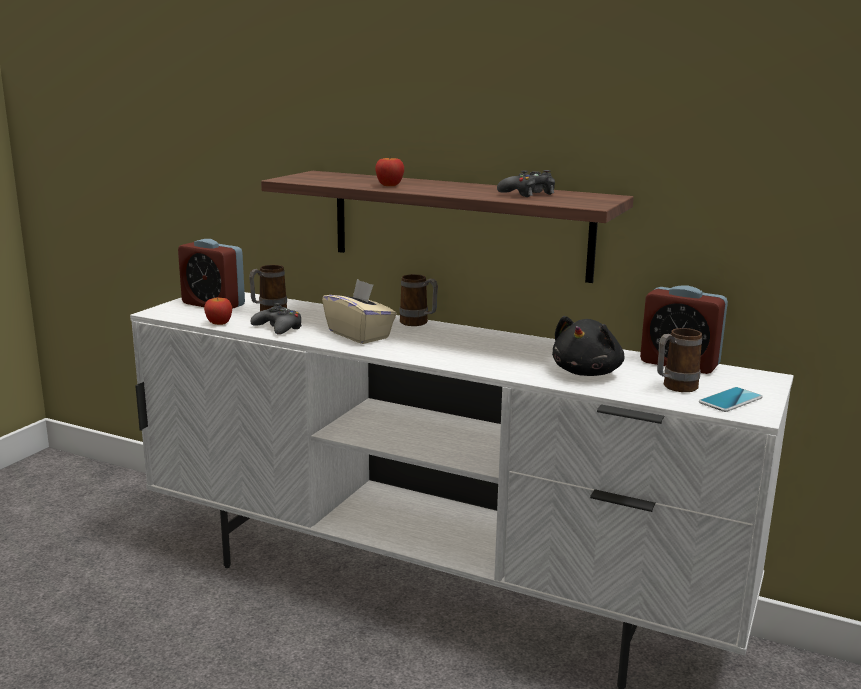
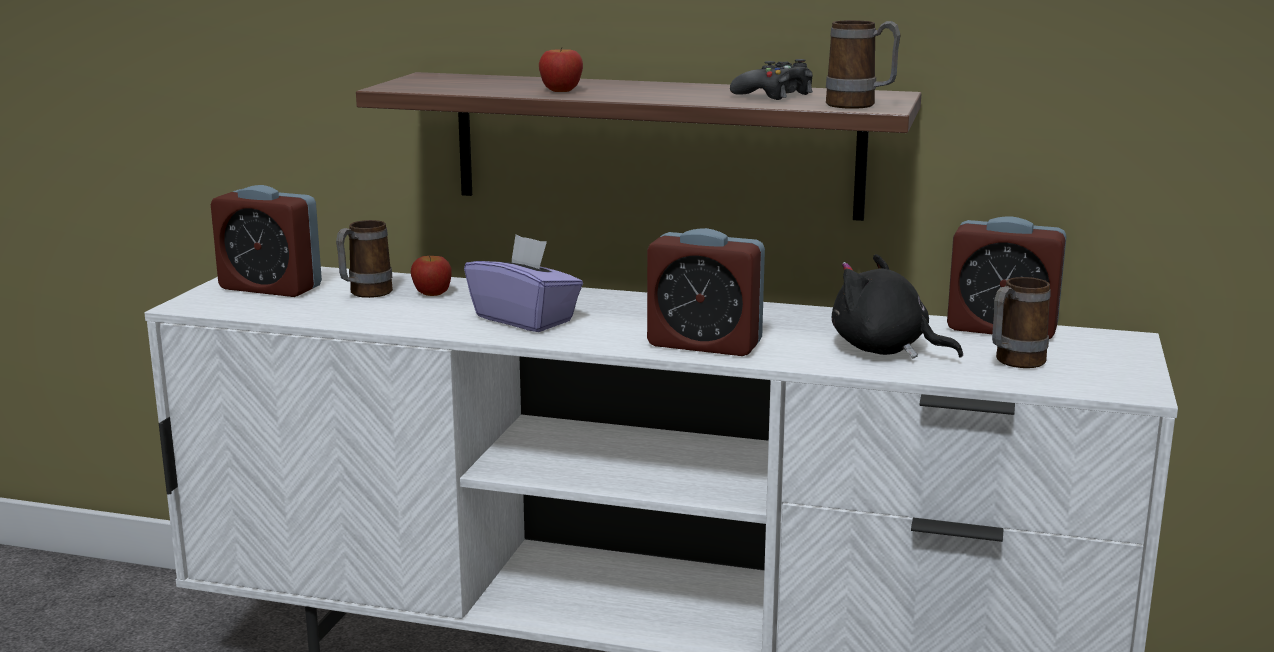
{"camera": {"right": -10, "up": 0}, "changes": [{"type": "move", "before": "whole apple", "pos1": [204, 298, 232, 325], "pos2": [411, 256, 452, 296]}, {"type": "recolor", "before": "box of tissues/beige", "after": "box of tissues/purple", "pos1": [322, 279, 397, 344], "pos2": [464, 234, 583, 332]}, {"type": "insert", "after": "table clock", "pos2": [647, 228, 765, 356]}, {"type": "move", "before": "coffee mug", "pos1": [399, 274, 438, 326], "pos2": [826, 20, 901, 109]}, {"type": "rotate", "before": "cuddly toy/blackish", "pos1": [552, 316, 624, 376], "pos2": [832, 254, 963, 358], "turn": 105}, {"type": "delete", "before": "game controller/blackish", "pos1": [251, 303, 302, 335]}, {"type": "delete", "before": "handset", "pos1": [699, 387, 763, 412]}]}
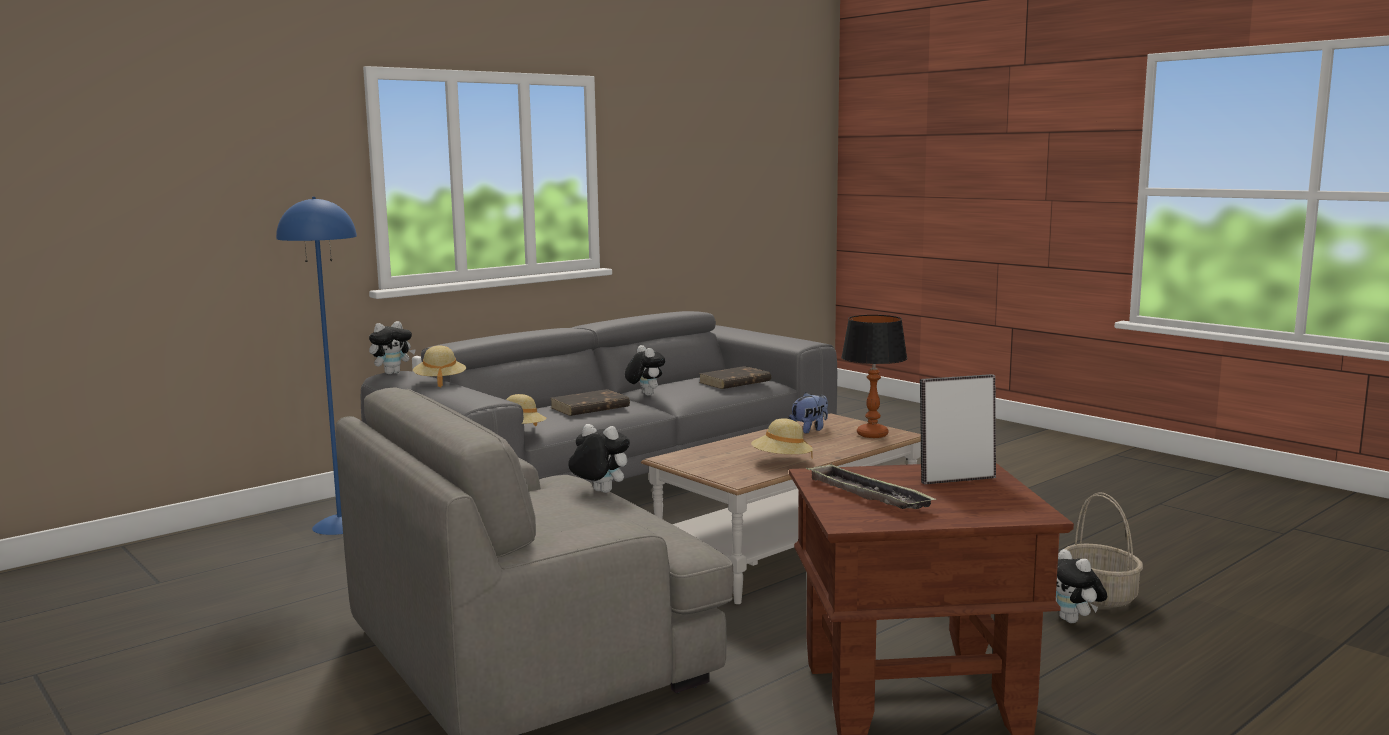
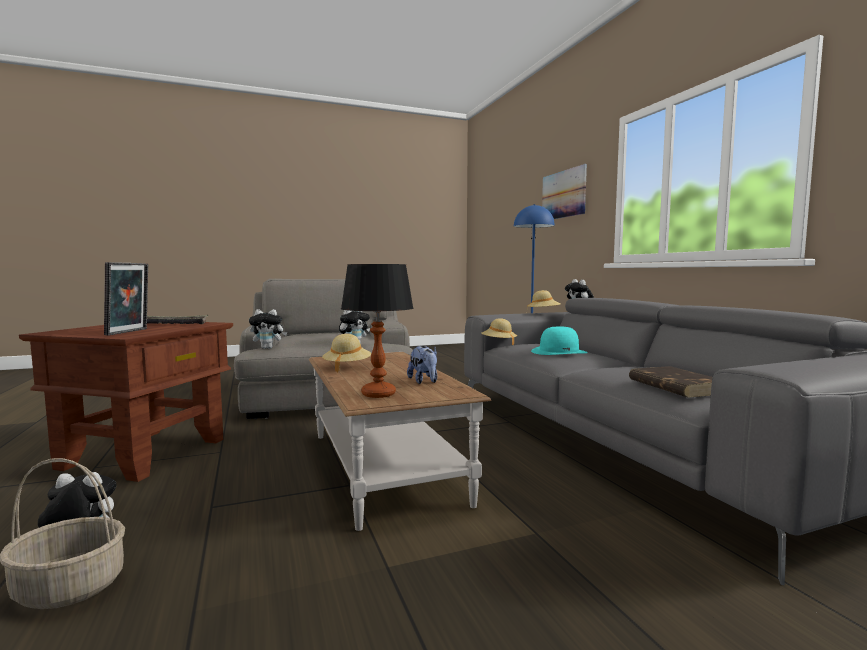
{"camera": {"right": 110, "up": -5}, "changes": [{"type": "move", "before": "cuddly toy", "pos1": [625, 345, 665, 396], "pos2": [249, 309, 287, 349]}, {"type": "replace", "before": "bound book/brown", "after": "clothing hat/turquoise-coloured", "pos1": [551, 389, 630, 416], "pos2": [531, 326, 588, 355]}, {"type": "insert", "after": "wall picture", "pos2": [542, 164, 587, 219]}]}
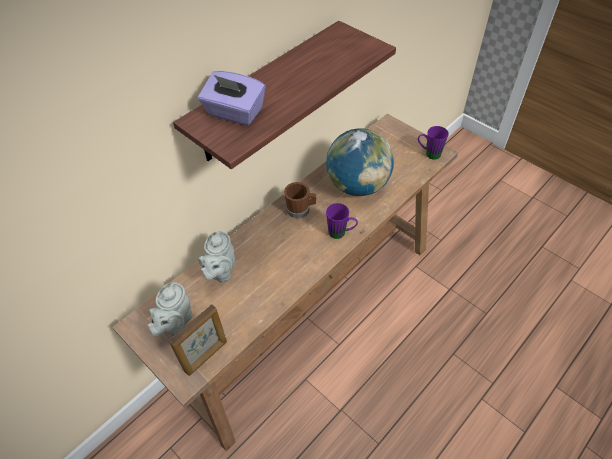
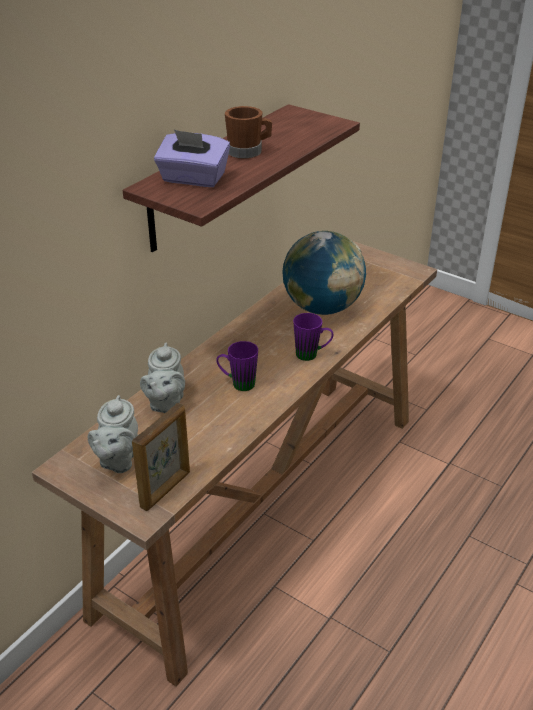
{"camera": {"right": -10, "up": -15}, "changes": [{"type": "move", "before": "coffee mug/purple", "pos1": [418, 126, 449, 160], "pos2": [216, 341, 258, 391]}, {"type": "move", "before": "coffee mug/brown", "pos1": [284, 182, 316, 218], "pos2": [225, 106, 272, 159]}]}
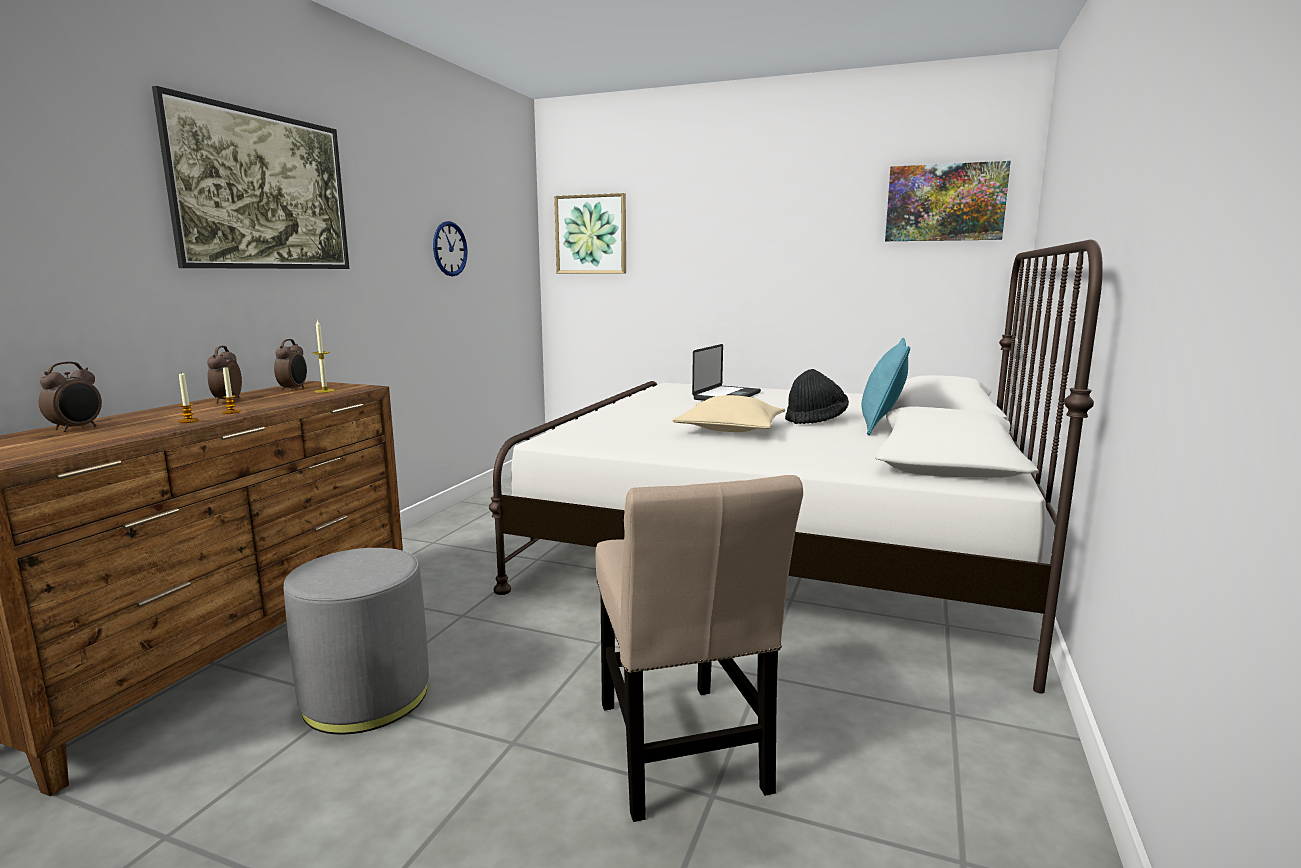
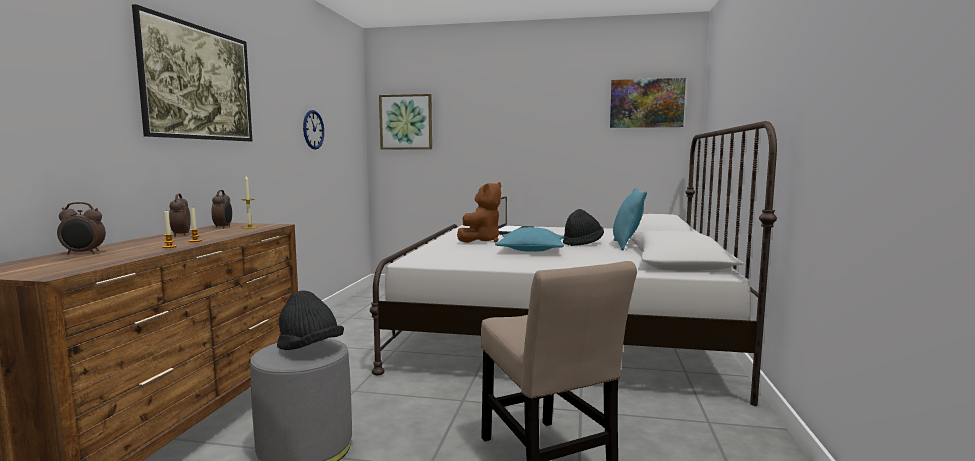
{"camera": {"right": -10, "up": -5}, "changes": [{"type": "rotate", "before": "table clock", "pos1": [39, 362, 102, 432], "pos2": [57, 202, 106, 254], "turn": 75}, {"type": "insert", "after": "clothing hat/blackish", "pos2": [277, 290, 344, 350]}, {"type": "insert", "after": "cuddly toy/brown", "pos2": [457, 182, 501, 243]}, {"type": "recolor", "before": "throw pillow/beige", "after": "throw pillow/turquoise-coloured", "pos1": [672, 395, 785, 432], "pos2": [495, 227, 565, 252]}]}
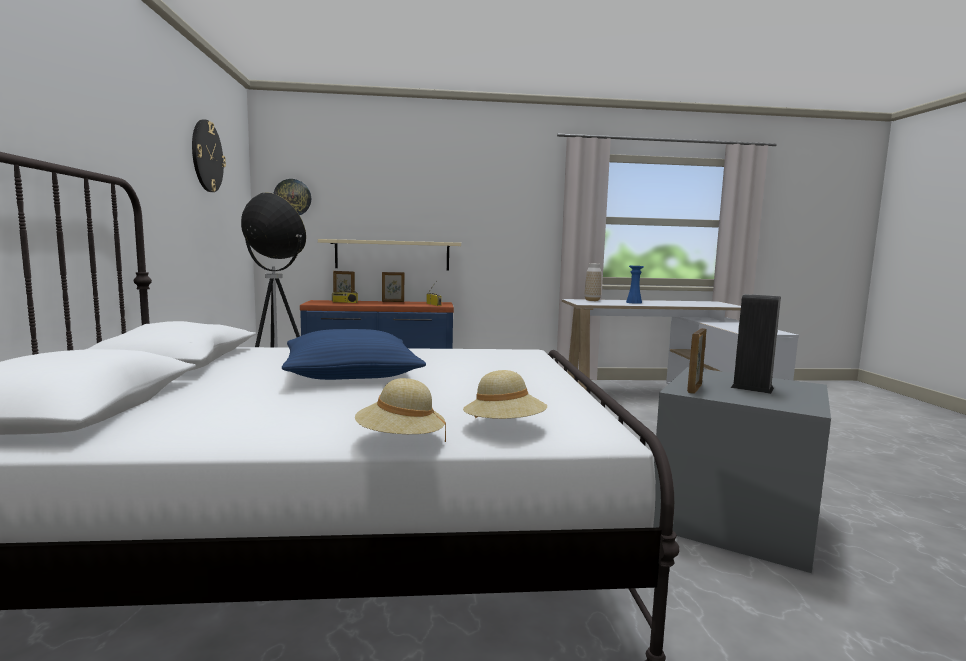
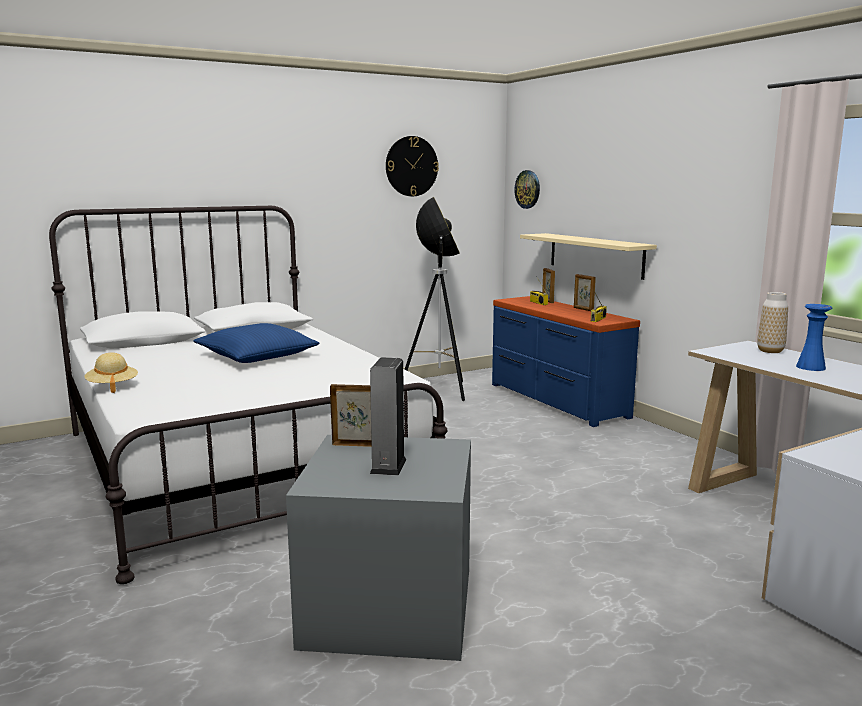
{"camera": {"right": 65, "up": 5}, "changes": [{"type": "delete", "before": "clothing hat/beige", "pos1": [463, 370, 547, 419]}]}
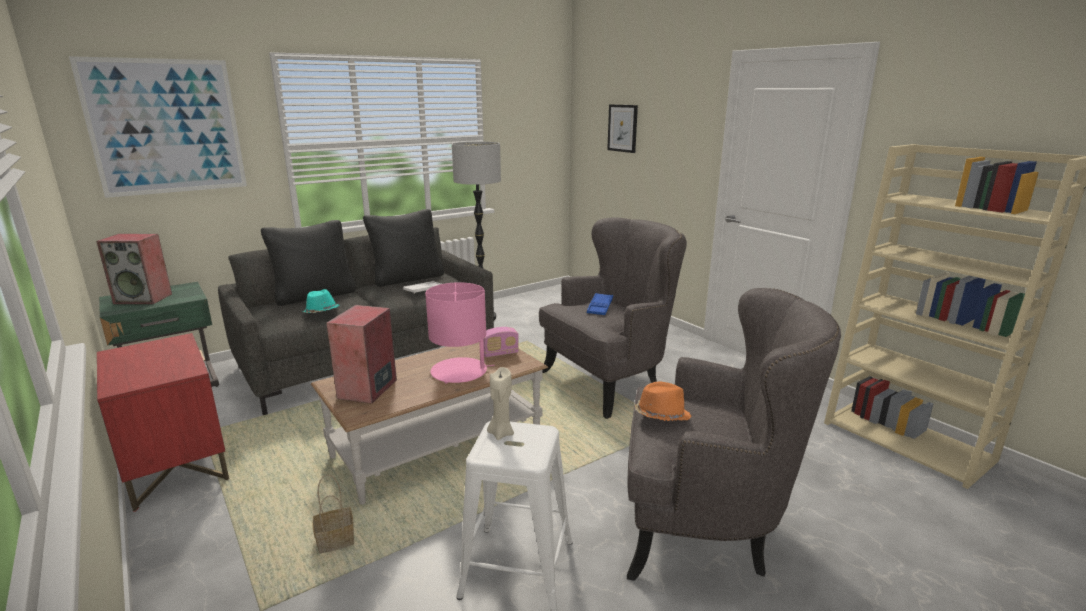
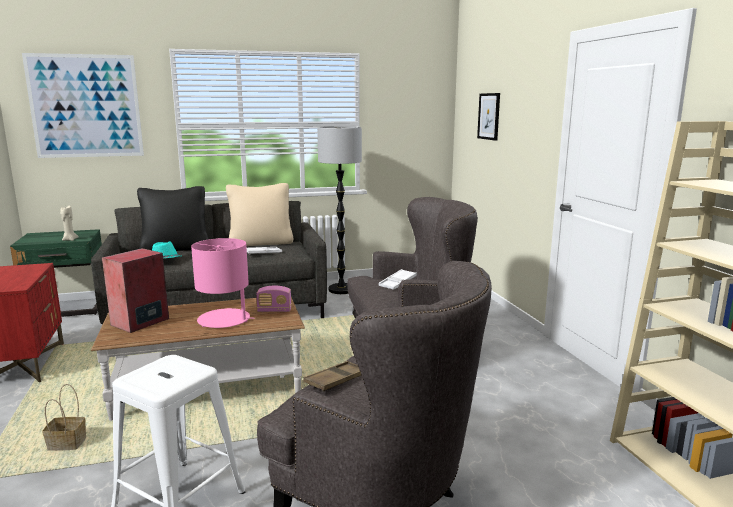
{"camera": {"right": 20, "up": -5}, "changes": [{"type": "move", "before": "wax candle/beige", "pos1": [487, 367, 514, 440], "pos2": [60, 206, 79, 241]}, {"type": "recolor", "before": "throw pillow/blackish", "after": "throw pillow/beige", "pos1": [363, 209, 444, 287], "pos2": [226, 183, 293, 246]}, {"type": "replace", "before": "clothing hat/orangey", "after": "tray/brown", "pos1": [635, 382, 691, 421], "pos2": [303, 361, 361, 392]}, {"type": "recolor", "before": "tray/bluish", "after": "tray/white-coloured", "pos1": [587, 293, 613, 315], "pos2": [378, 269, 417, 290]}, {"type": "delete", "before": "loudspeaker", "pos1": [96, 234, 172, 304]}]}
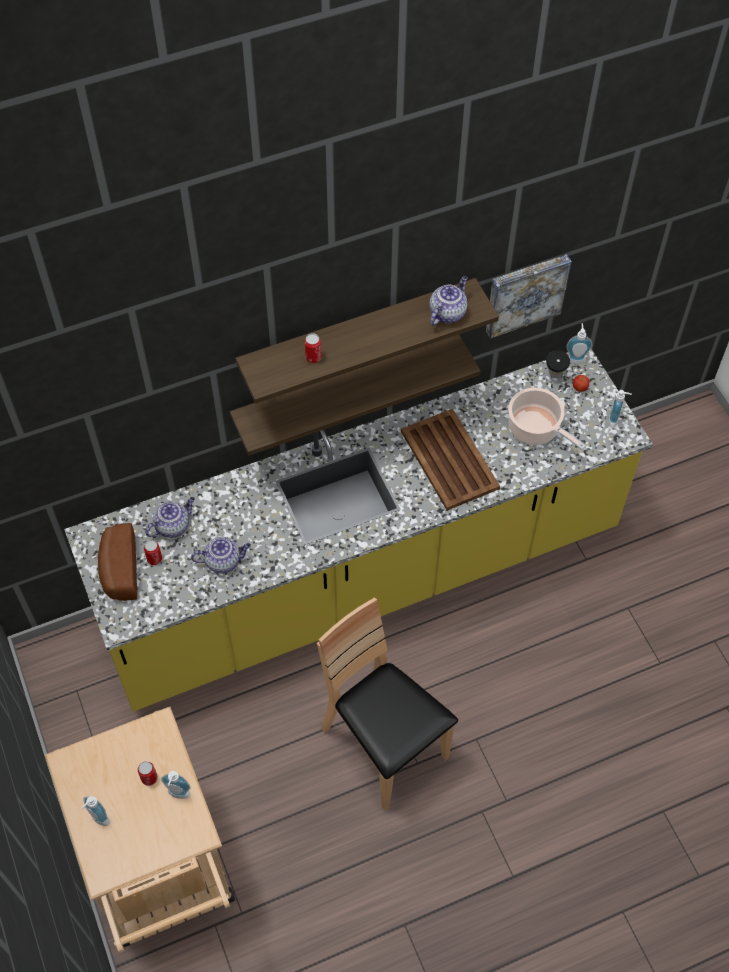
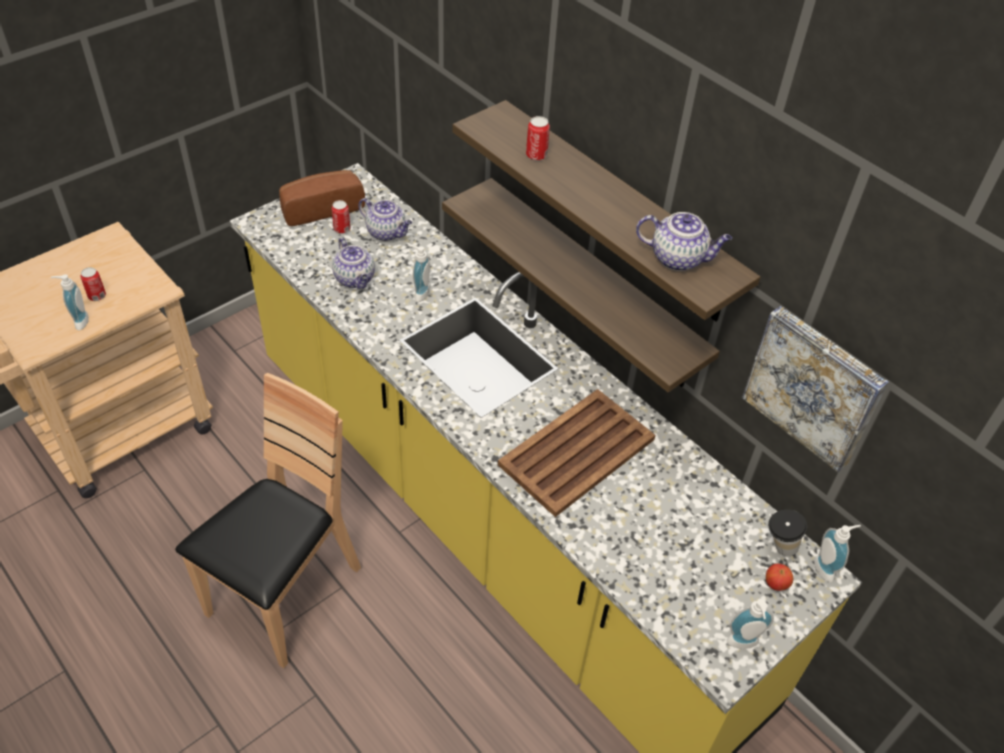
{"camera": {"right": 70, "up": -10}, "changes": [{"type": "move", "before": "soap bottle", "pos1": [81, 796, 110, 826], "pos2": [409, 245, 430, 302]}, {"type": "delete", "before": "stockpot", "pos1": [508, 388, 586, 450]}]}
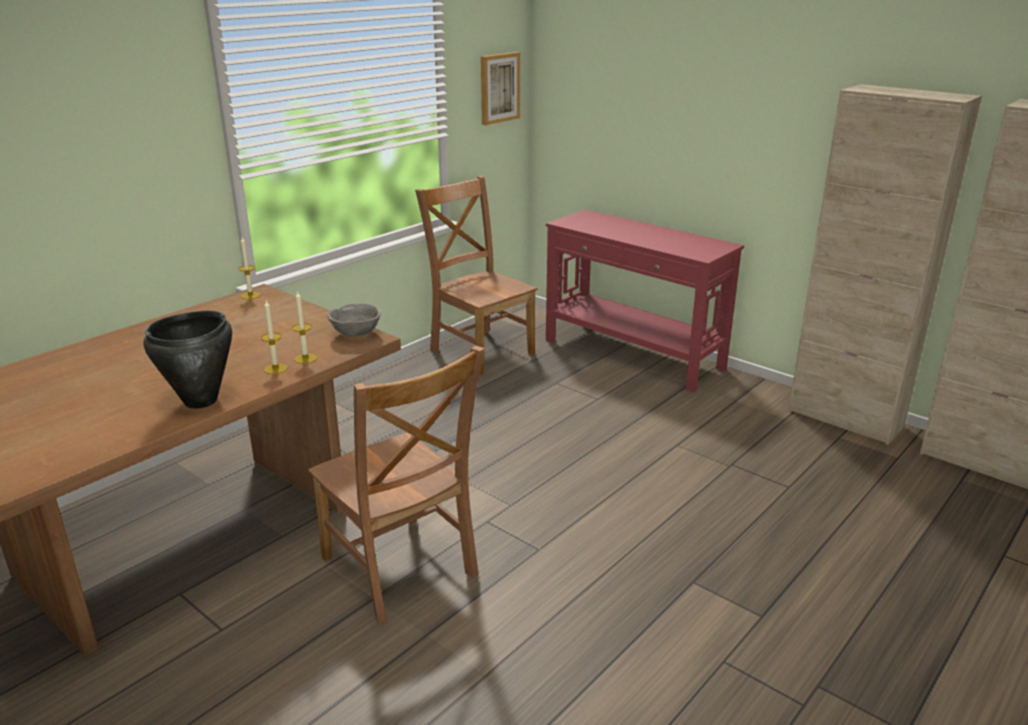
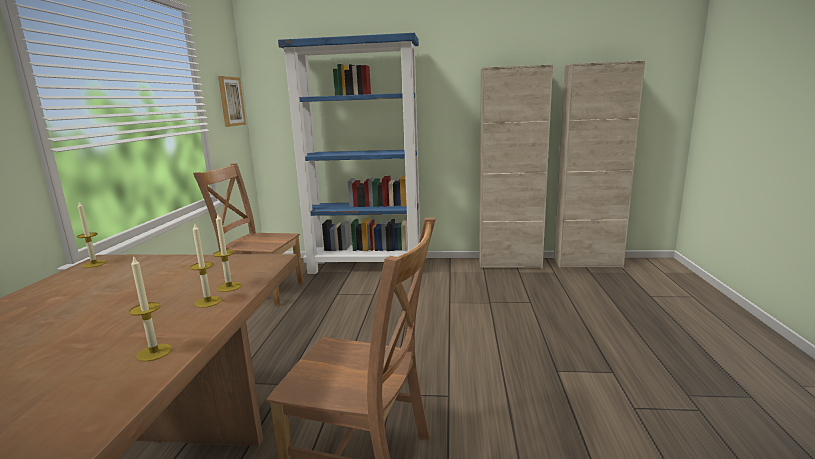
{"camera": {"right": -35, "up": -10}, "changes": [{"type": "replace", "before": "stockpot/blackish", "after": "wax candle", "pos1": [143, 311, 232, 409], "pos2": [129, 255, 172, 362]}, {"type": "replace", "before": "console table/red", "after": "bookshelf/bluish", "pos1": [546, 209, 744, 392], "pos2": [278, 33, 420, 274]}, {"type": "delete", "before": "bowl/greyish", "pos1": [328, 304, 381, 337]}]}
